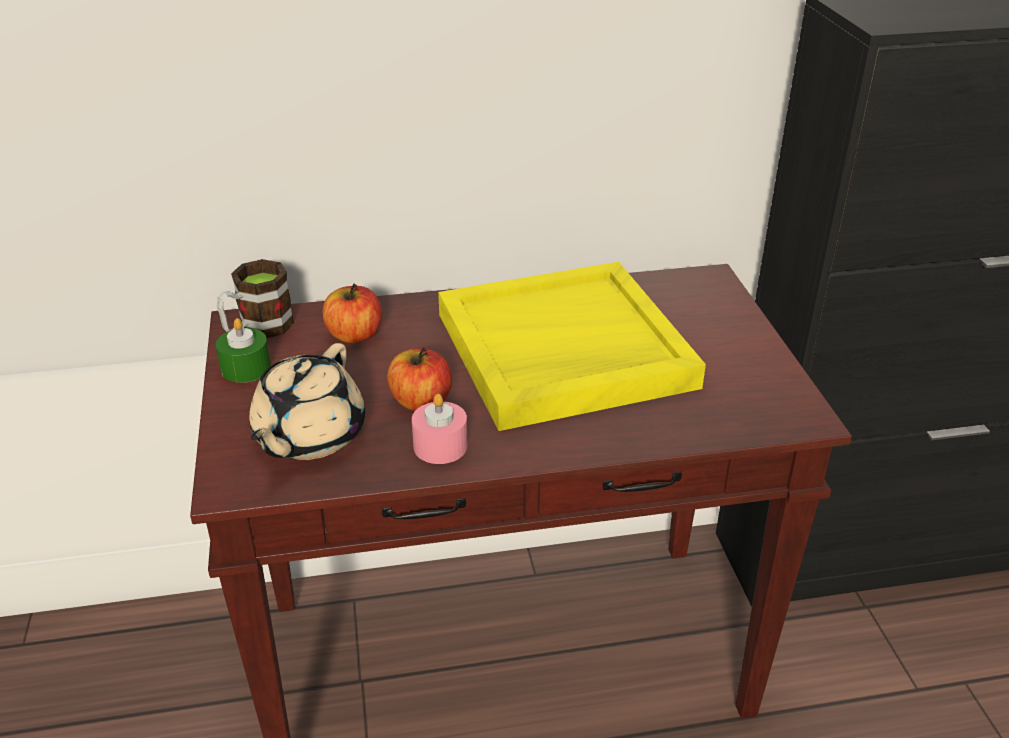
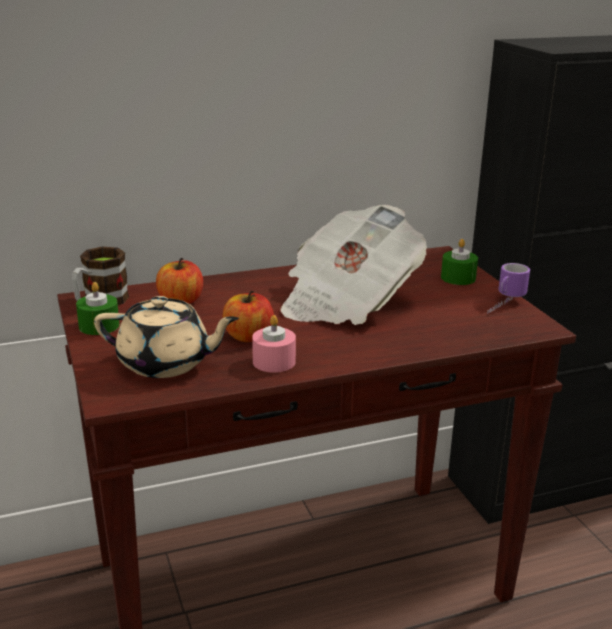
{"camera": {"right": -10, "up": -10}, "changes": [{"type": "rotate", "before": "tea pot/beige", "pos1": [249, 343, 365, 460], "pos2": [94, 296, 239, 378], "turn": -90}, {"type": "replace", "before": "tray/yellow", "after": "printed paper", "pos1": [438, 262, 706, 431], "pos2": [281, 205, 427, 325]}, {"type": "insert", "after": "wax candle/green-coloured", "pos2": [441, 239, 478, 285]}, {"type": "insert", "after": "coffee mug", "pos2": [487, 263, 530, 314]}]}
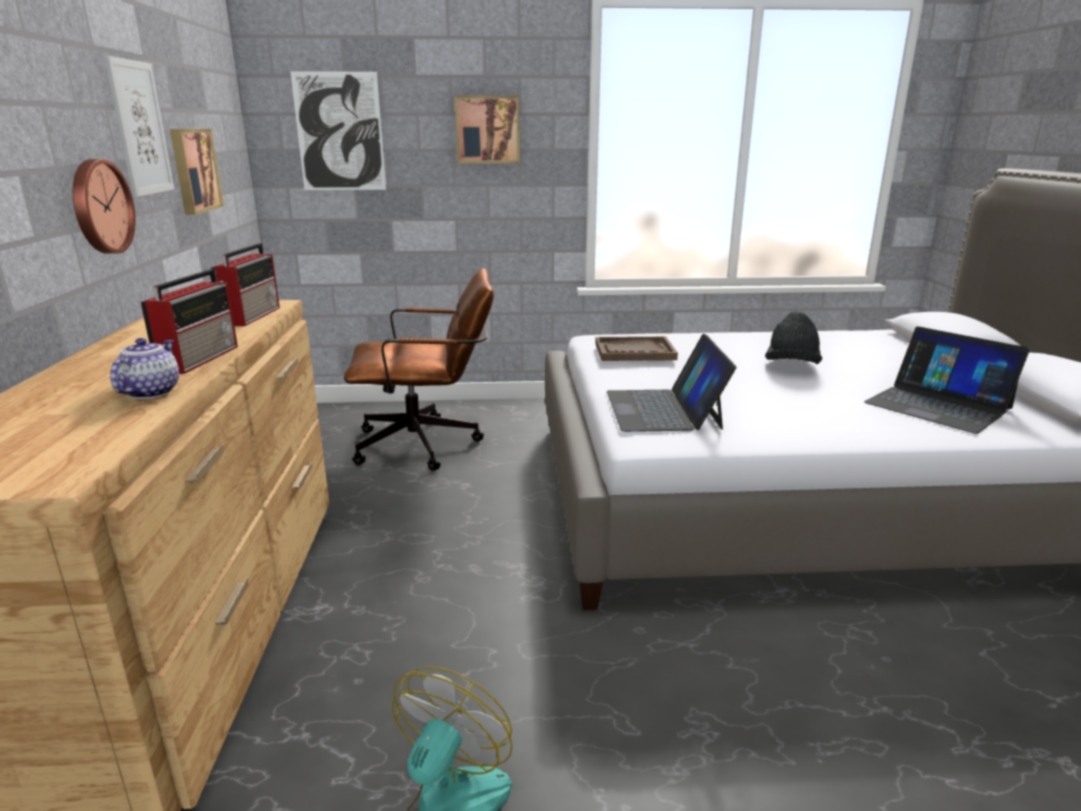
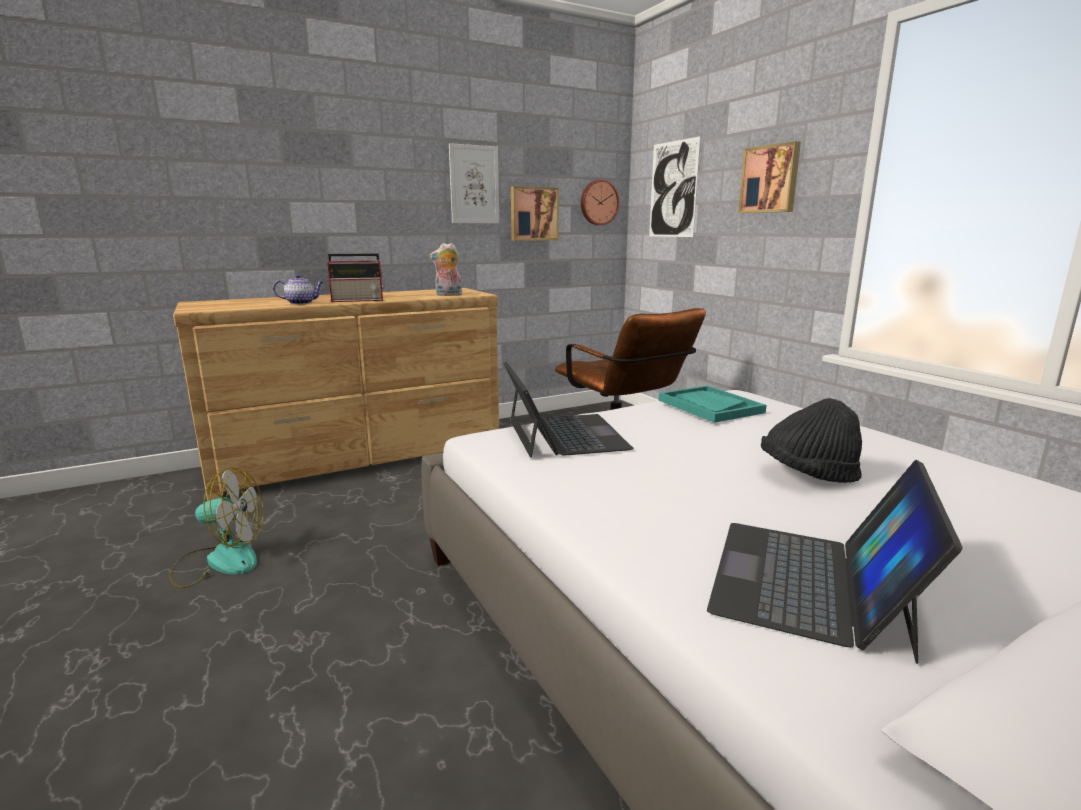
{"camera": {"right": 65, "up": -5}, "changes": [{"type": "replace", "before": "radio set", "after": "cuddly toy", "pos1": [211, 243, 280, 326], "pos2": [430, 243, 462, 296]}, {"type": "rotate", "before": "laptop", "pos1": [607, 333, 737, 432], "pos2": [503, 362, 634, 458], "turn": 105}, {"type": "move", "before": "wall clock", "pos1": [73, 159, 136, 254], "pos2": [581, 180, 620, 225]}, {"type": "recolor", "before": "tray/brown", "after": "tray/turquoise-coloured", "pos1": [595, 336, 678, 361], "pos2": [659, 386, 767, 423]}]}
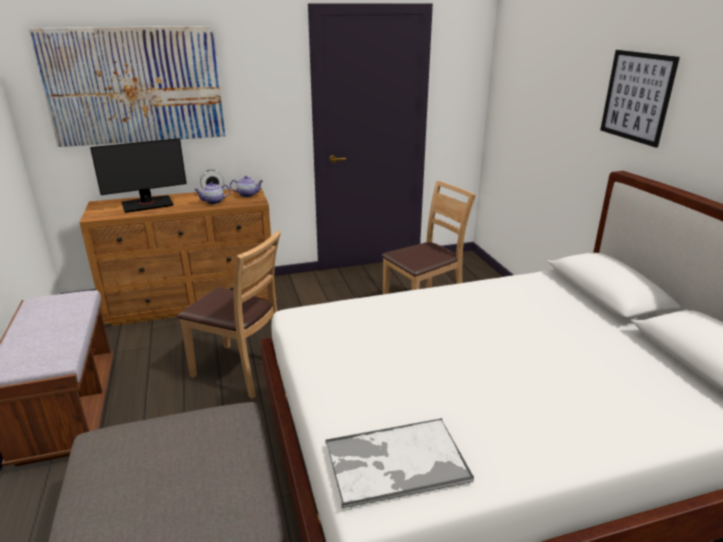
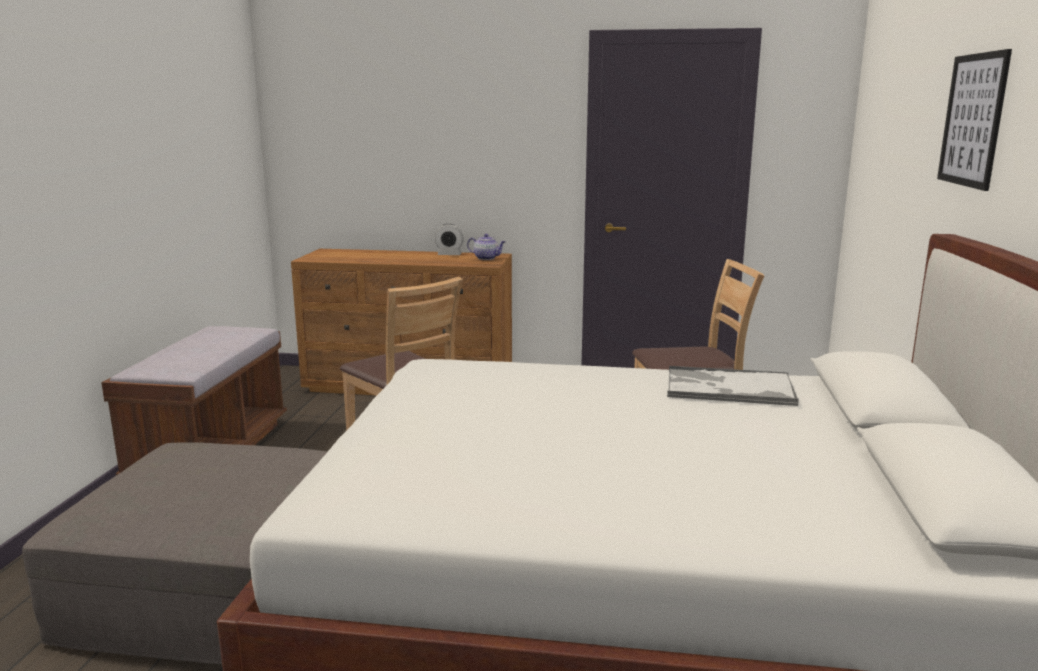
{"camera": {"right": 25, "up": -10}, "changes": [{"type": "move", "before": "tray", "pos1": [326, 418, 474, 508], "pos2": [667, 366, 799, 406]}, {"type": "delete", "before": "wall picture", "pos1": [28, 26, 225, 147]}, {"type": "delete", "before": "computer display", "pos1": [90, 138, 187, 213]}, {"type": "delete", "before": "tea pot", "pos1": [194, 182, 230, 204]}]}
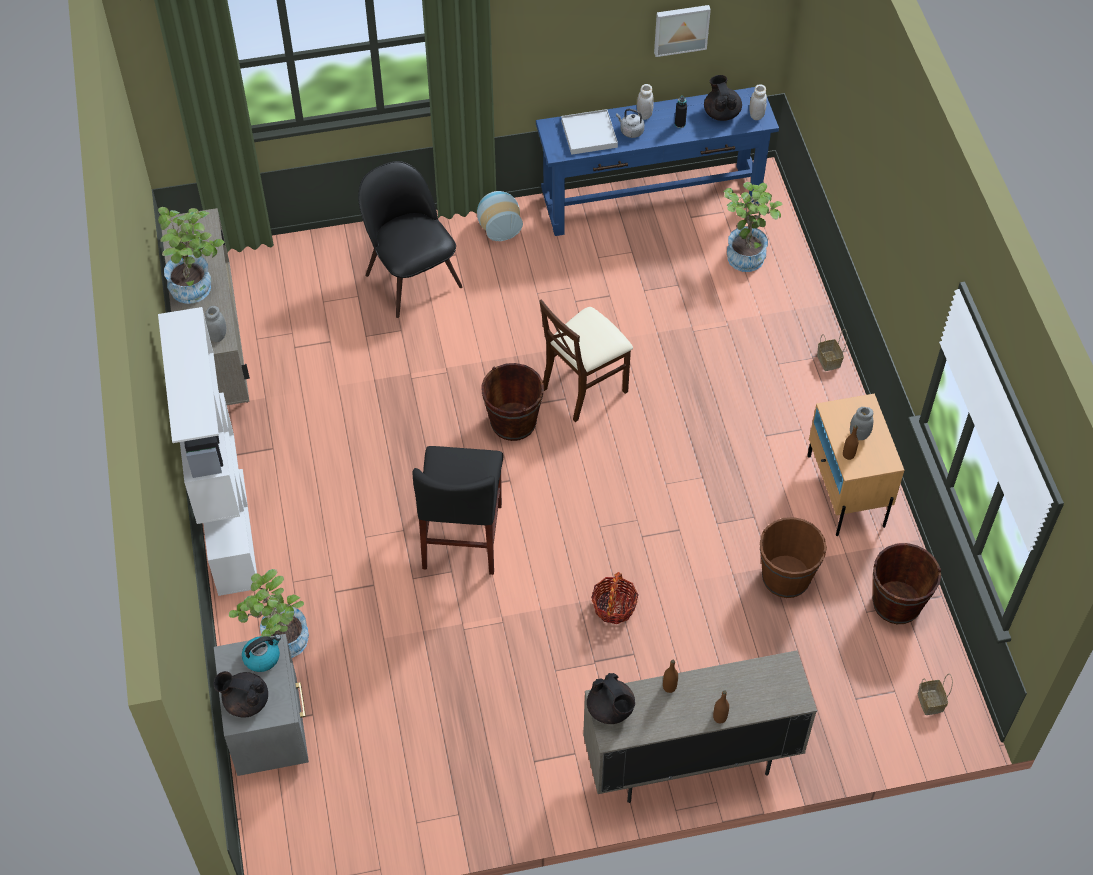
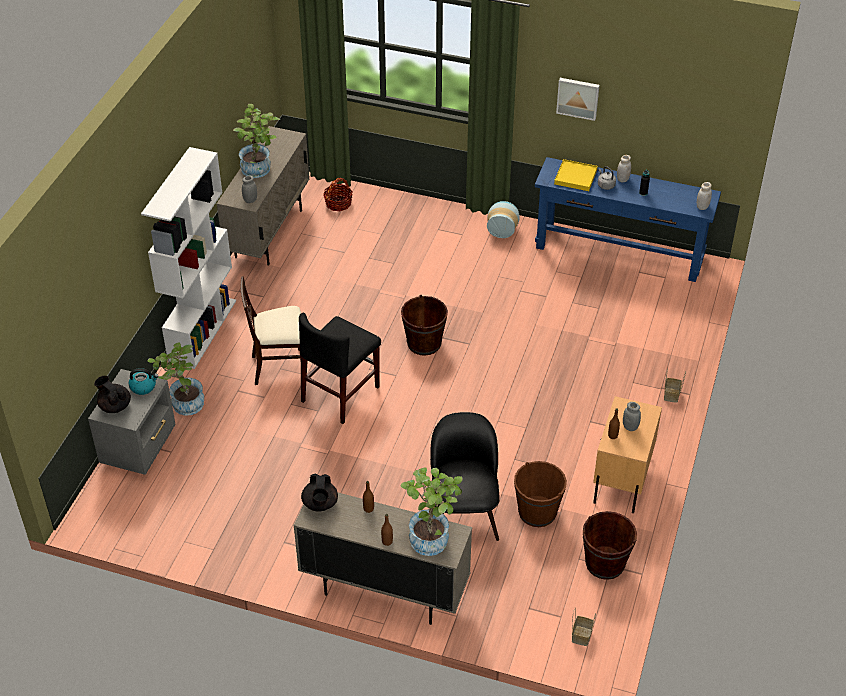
{"camera": {"right": 30, "up": -10}, "changes": [{"type": "move", "before": "chair/beige", "pos1": [539, 299, 633, 422], "pos2": [241, 277, 301, 385]}, {"type": "move", "before": "basket", "pos1": [591, 572, 639, 624], "pos2": [323, 178, 353, 211]}, {"type": "move", "before": "houseplant", "pos1": [724, 182, 782, 272], "pos2": [400, 467, 463, 556]}, {"type": "move", "before": "chair/blackish", "pos1": [358, 161, 463, 318], "pos2": [430, 412, 500, 541]}, {"type": "recolor", "before": "tray/white-coloured", "after": "tray/yellow", "pos1": [561, 109, 618, 155], "pos2": [554, 159, 598, 191]}, {"type": "move", "before": "wall picture", "pos1": [654, 5, 711, 57], "pos2": [556, 78, 599, 121]}, {"type": "delete", "before": "tea pot/blackish", "pos1": [704, 75, 742, 121]}]}
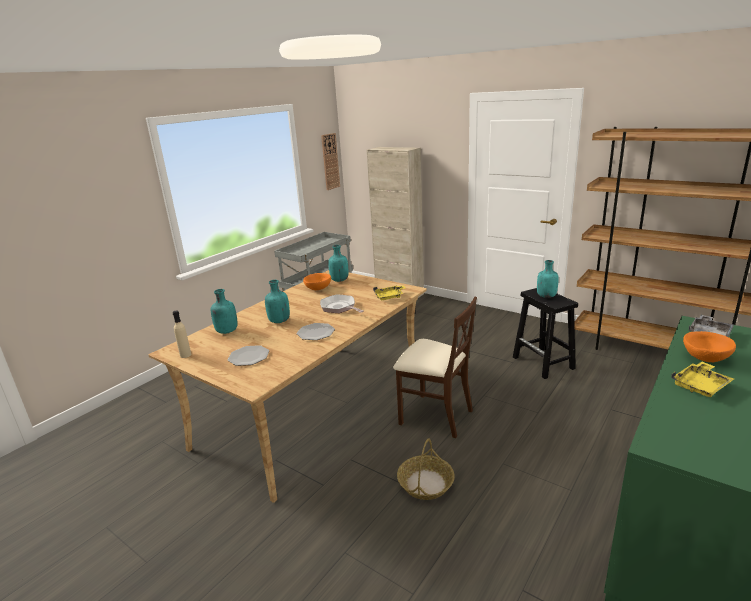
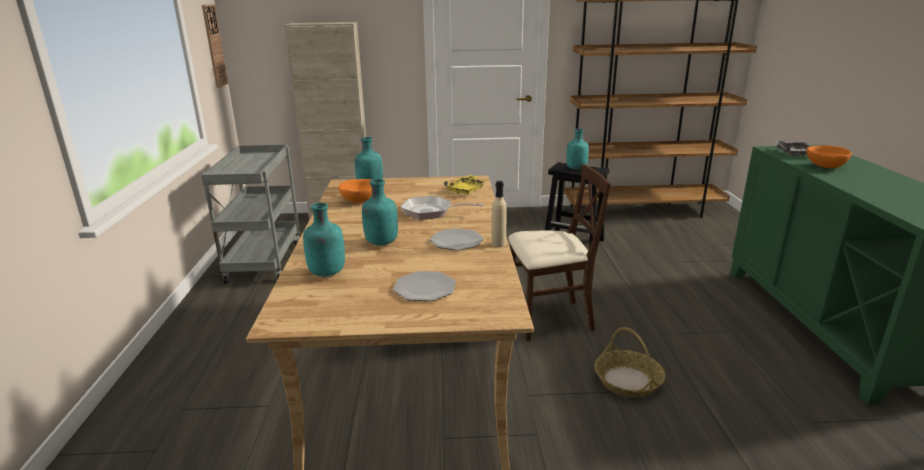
{"camera": {"right": -40, "up": 0}, "changes": [{"type": "move", "before": "drink bottle/beige", "pos1": [173, 310, 191, 358], "pos2": [491, 181, 507, 247]}, {"type": "delete", "before": "tray/yellow", "pos1": [671, 361, 734, 397]}]}
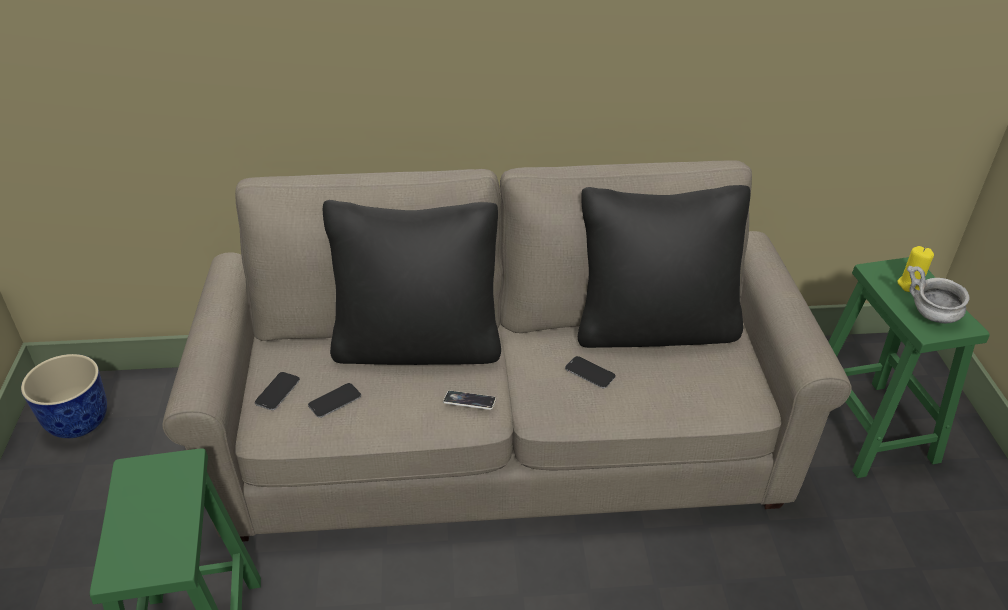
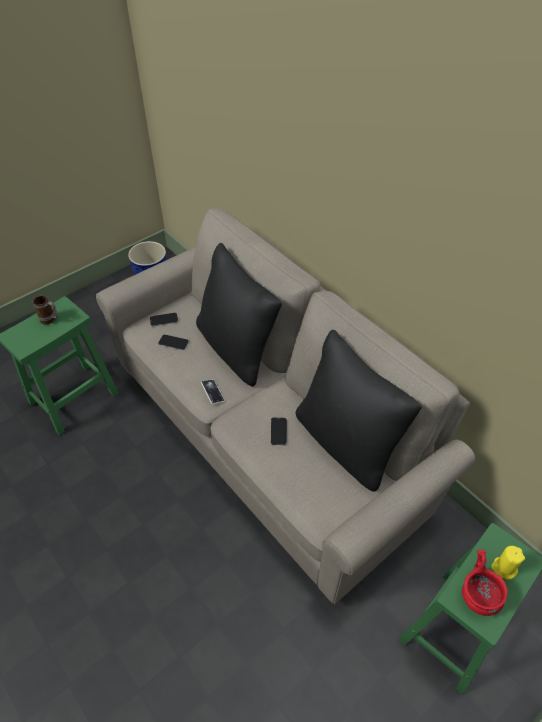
{"camera": {"right": 55, "up": 10}, "changes": [{"type": "insert", "after": "coffee mug", "pos2": [33, 295, 58, 324]}, {"type": "recolor", "before": "bowl/greyish", "after": "bowl/red", "pos1": [907, 266, 970, 323], "pos2": [462, 550, 508, 616]}]}
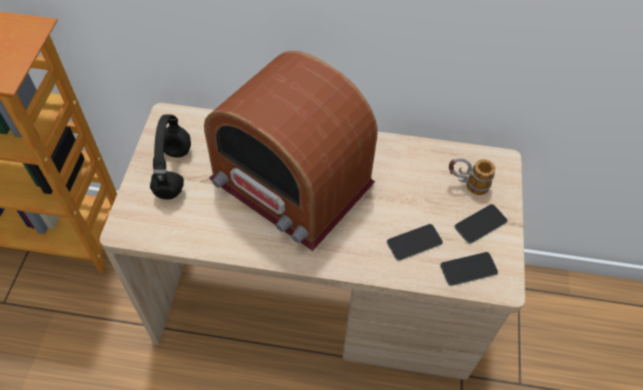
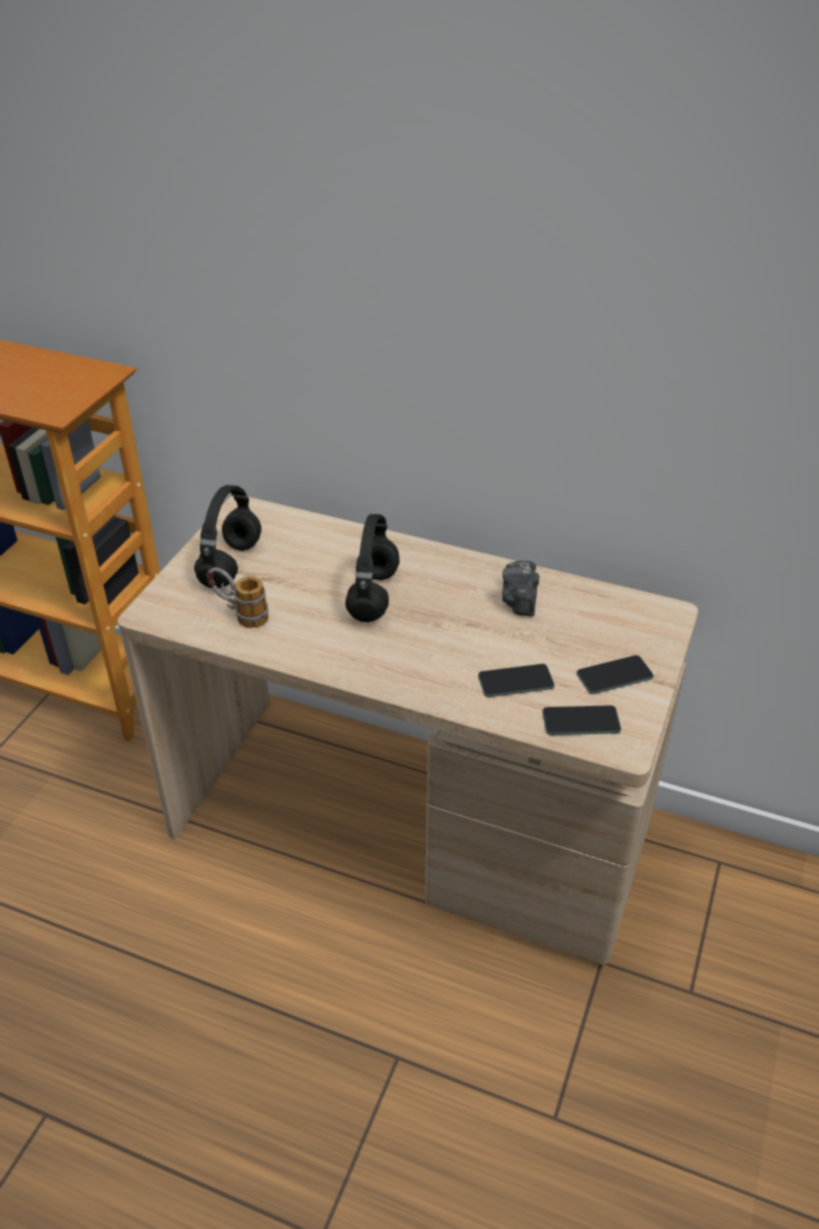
{"camera": {"right": 15, "up": -15}, "changes": [{"type": "move", "before": "coffee mug", "pos1": [449, 158, 495, 195], "pos2": [206, 568, 269, 628]}, {"type": "replace", "before": "radio set", "after": "pair of headphones/blackish", "pos1": [204, 51, 377, 251], "pos2": [345, 514, 400, 622]}, {"type": "insert", "after": "still camera", "pos2": [502, 560, 540, 616]}]}
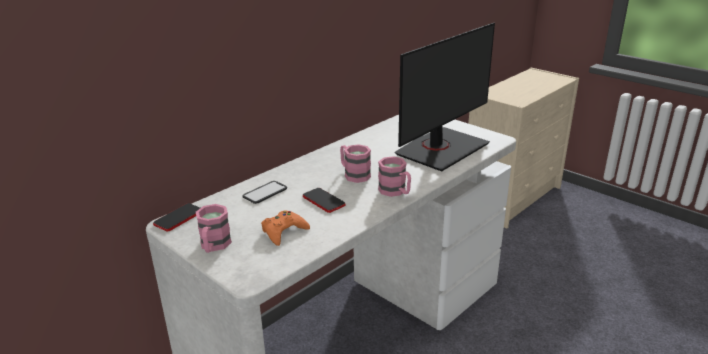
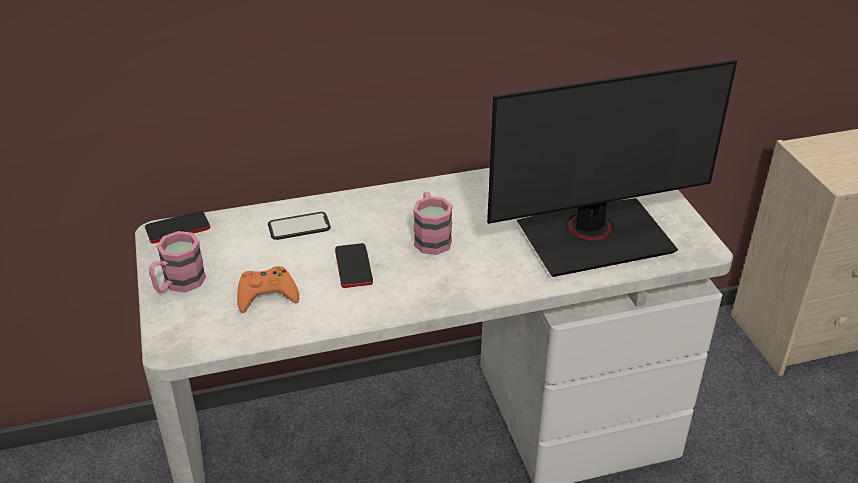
{"camera": {"right": 30, "up": 10}, "changes": [{"type": "delete", "before": "coffee mug/pink-coloured", "pos1": [378, 156, 411, 197]}]}
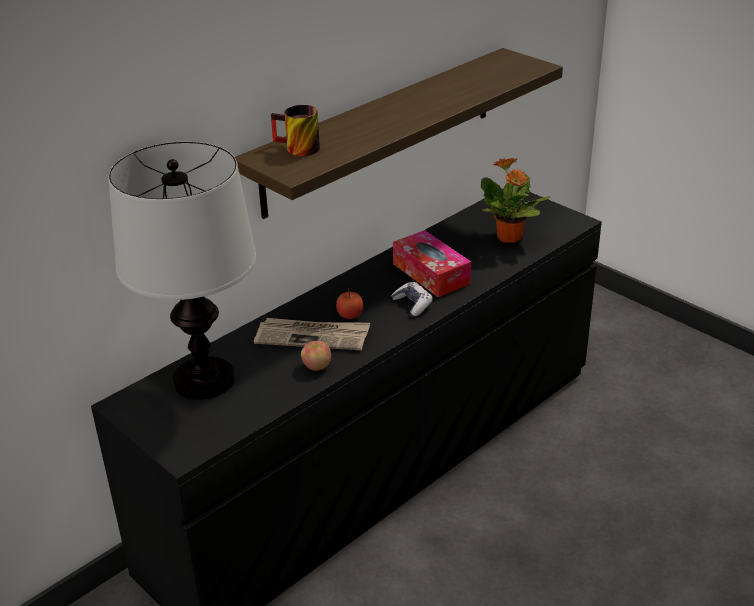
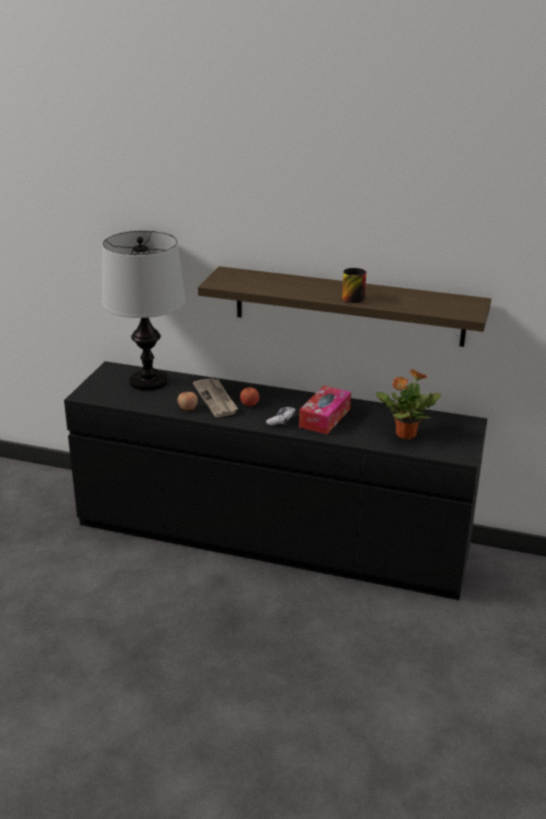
{"camera": {"right": 60, "up": -5}, "changes": [{"type": "move", "before": "coffee mug", "pos1": [271, 105, 320, 156], "pos2": [342, 268, 366, 303]}]}
